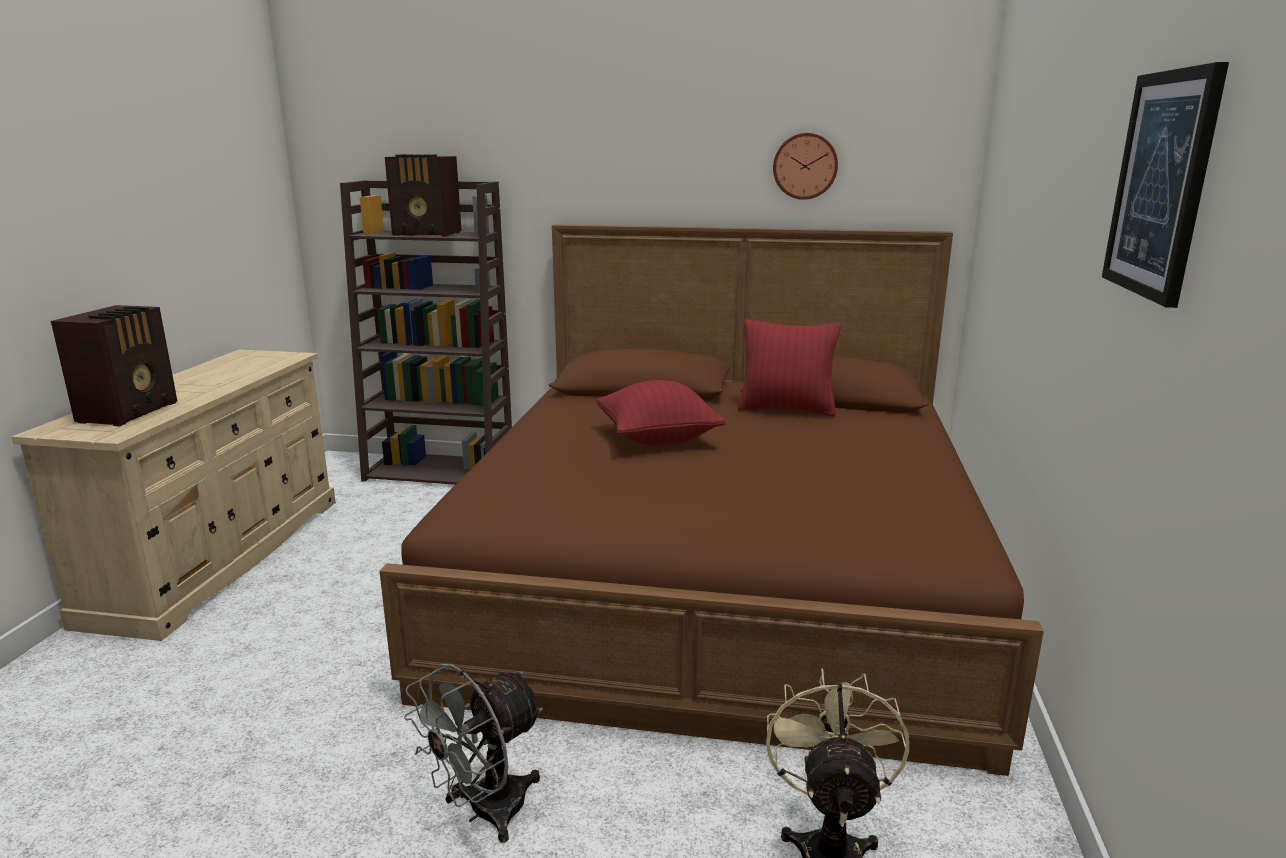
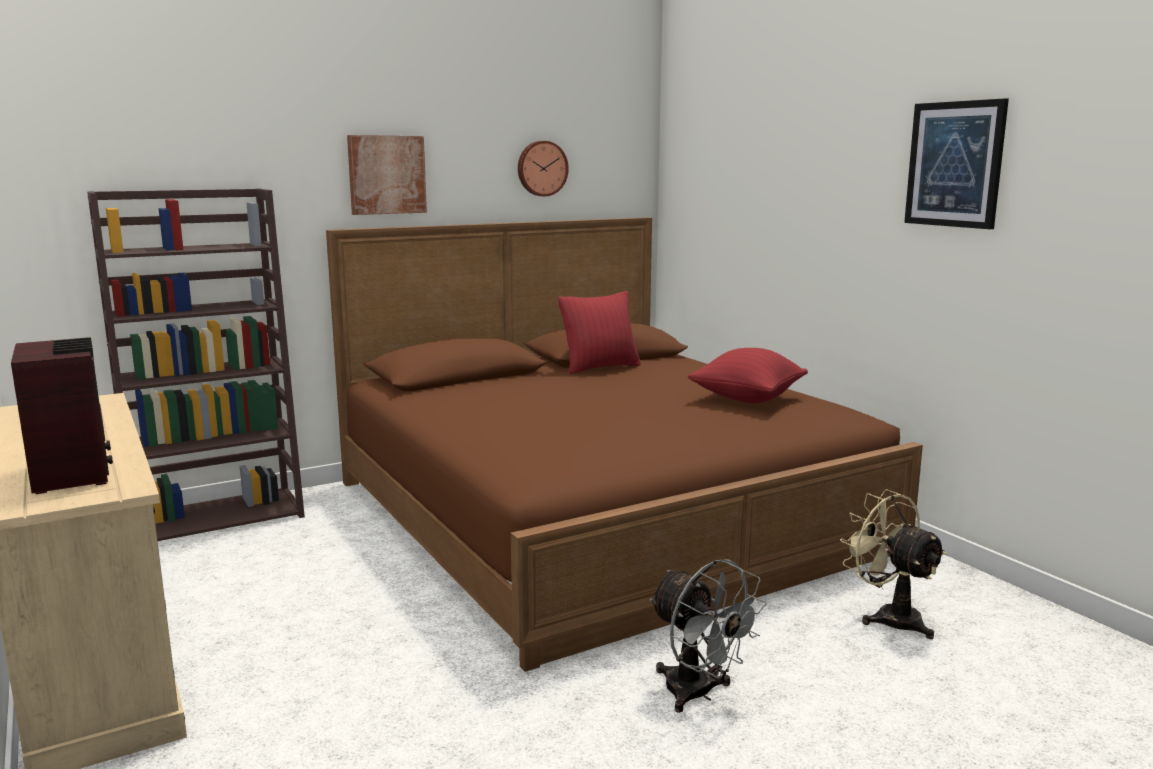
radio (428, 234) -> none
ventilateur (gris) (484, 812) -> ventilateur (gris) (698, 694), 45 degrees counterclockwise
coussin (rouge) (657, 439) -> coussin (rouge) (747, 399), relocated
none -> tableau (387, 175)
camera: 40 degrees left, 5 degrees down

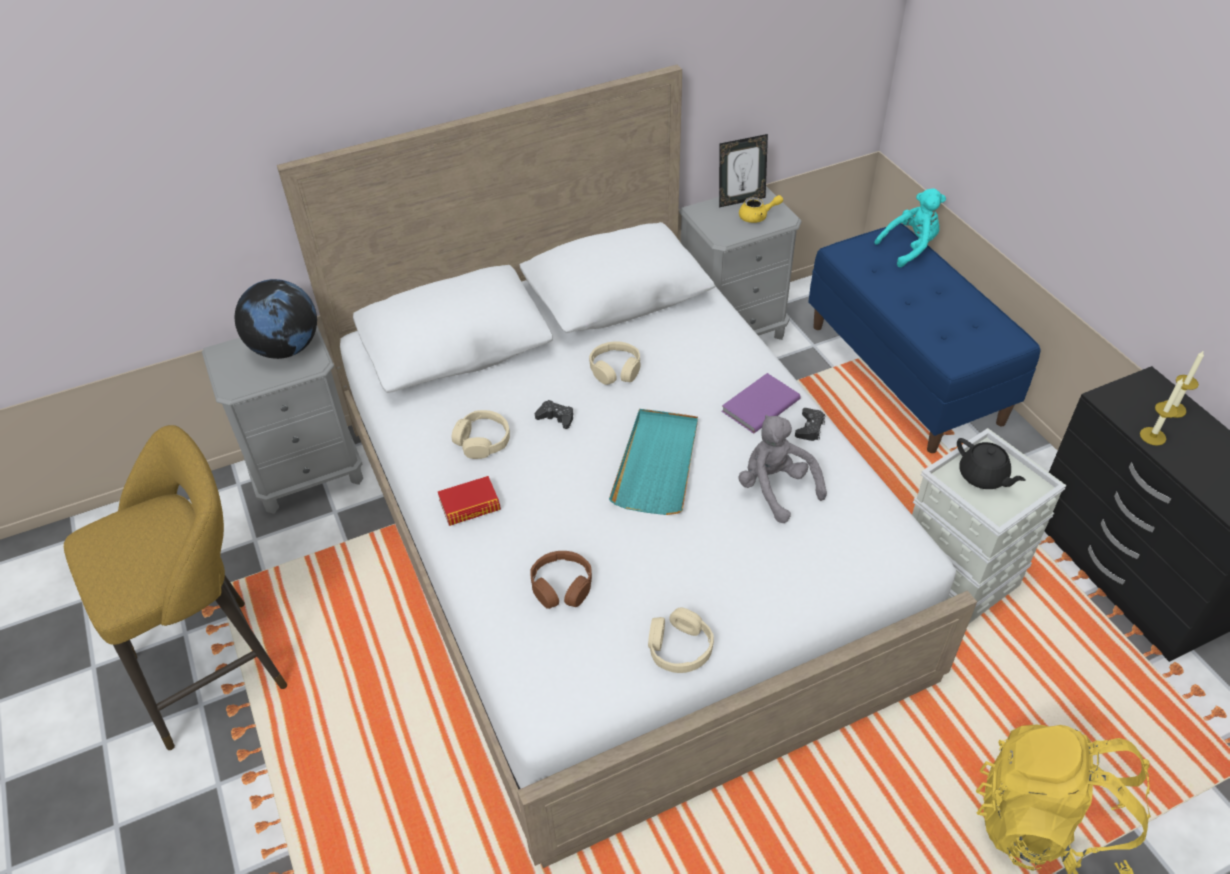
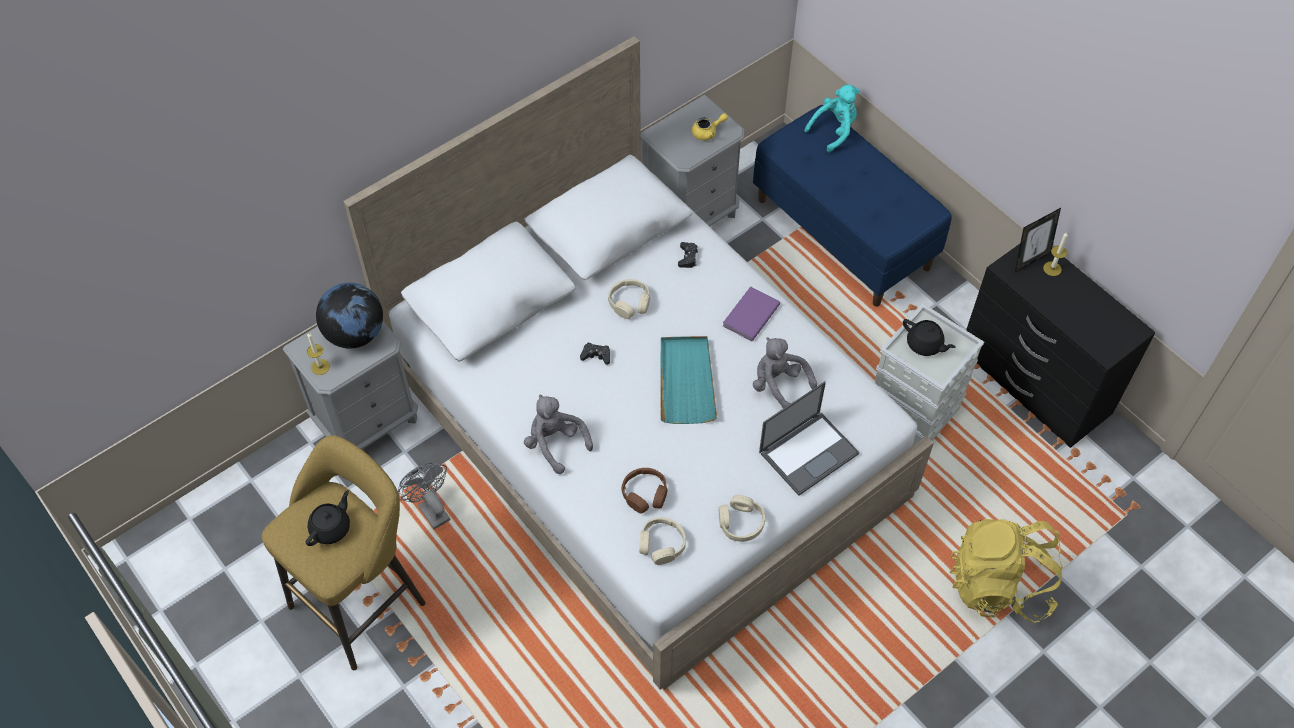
livre (470, 506) -> peluche (gris) (555, 444)
casque audio (beige) (482, 441) -> casque audio (beige) (661, 544), relocated
cadre photo (740, 200) -> cadre photo (1030, 260), relocated
manette (noir) (810, 428) -> manette (noir) (688, 257), relocated
bougie (1152, 436) -> bougie (320, 367), relocated
none -> théière (noir) (331, 528)
none -> ventilateur (gris) (430, 509)
none -> ordinateur portable (809, 452)
camera: 15 degrees left, 10 degrees up

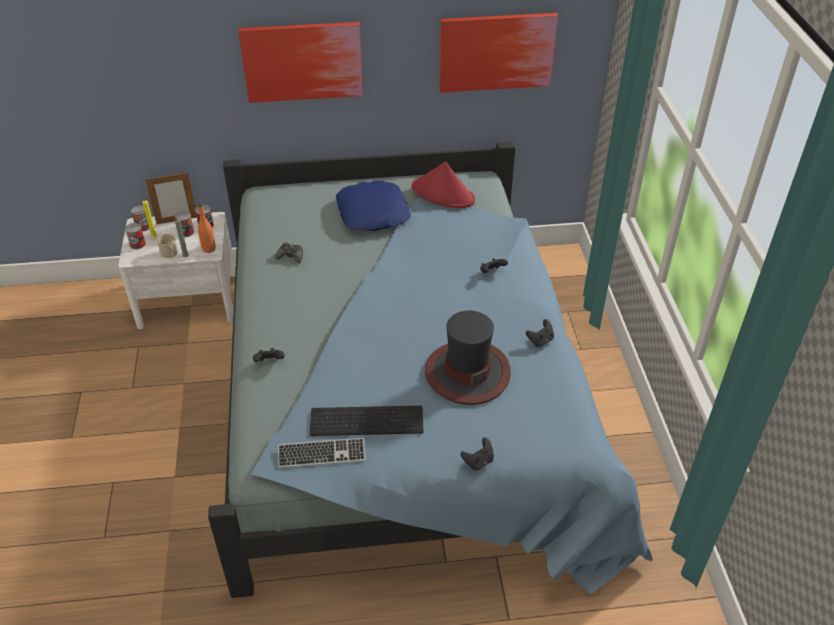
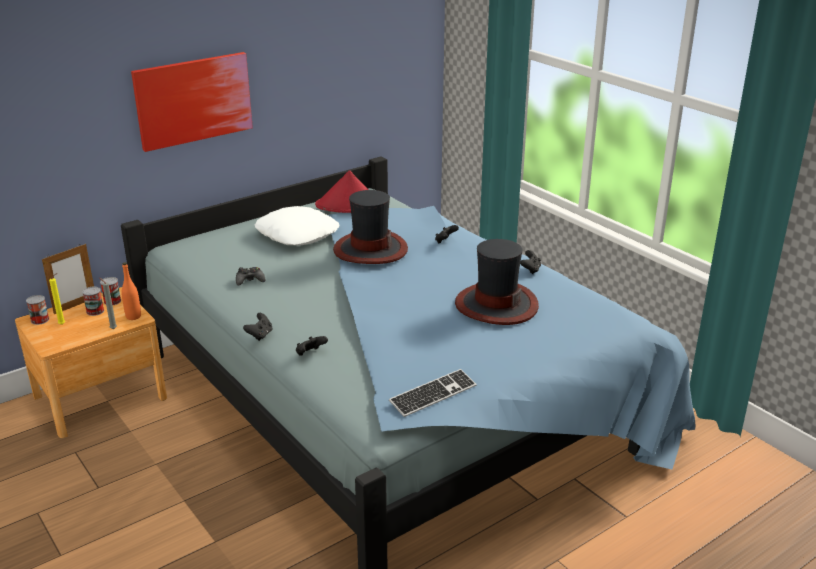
table de chevet (blanc) (188, 300) -> table de chevet (marron) (100, 397)
boîte métallique (137, 244) -> none
mug (beige) (170, 254) -> none
clavier (368, 419) -> none
coussin (bleu) (373, 213) -> coussin (blanc) (298, 234)
tableau (496, 52) -> none
manette (noir) (478, 461) -> manette (noir) (260, 335), relocated
none -> chapeau (370, 249)
camera: 30 degrees left, 15 degrees down

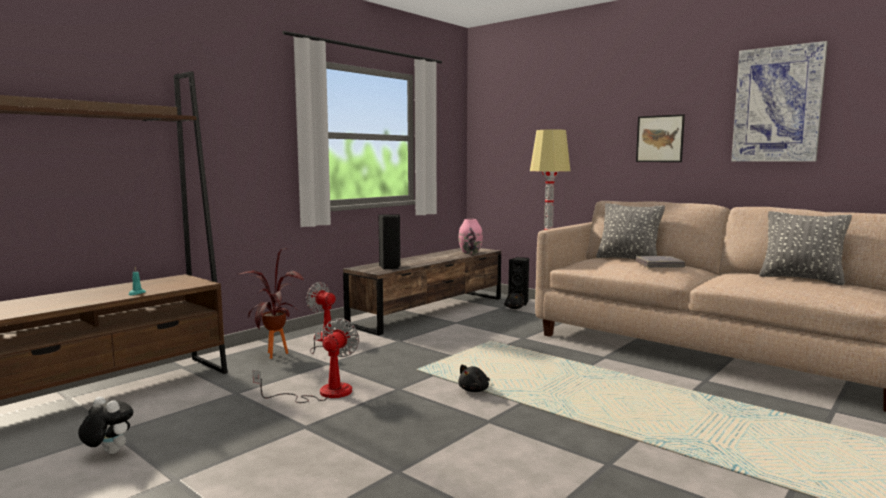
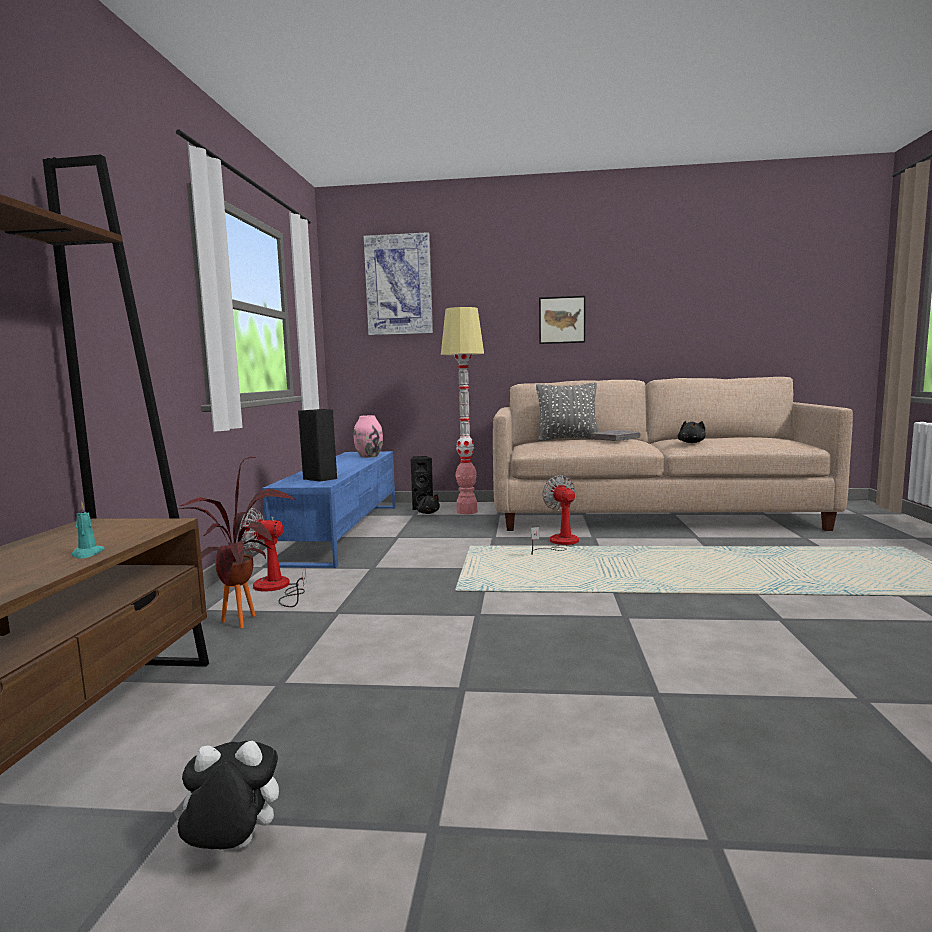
ventilateur (323, 393) -> ventilateur (559, 543), relocated
meuble télé (marron) (430, 311) -> meuble télé (bleu) (344, 531)
peluche (noir) (475, 390) -> peluche (noir) (691, 442), relocated
tableau (777, 104) -> tableau (399, 285), relocated
coussin (gris) (801, 279) -> none
camera: 35 degrees left, 0 degrees up

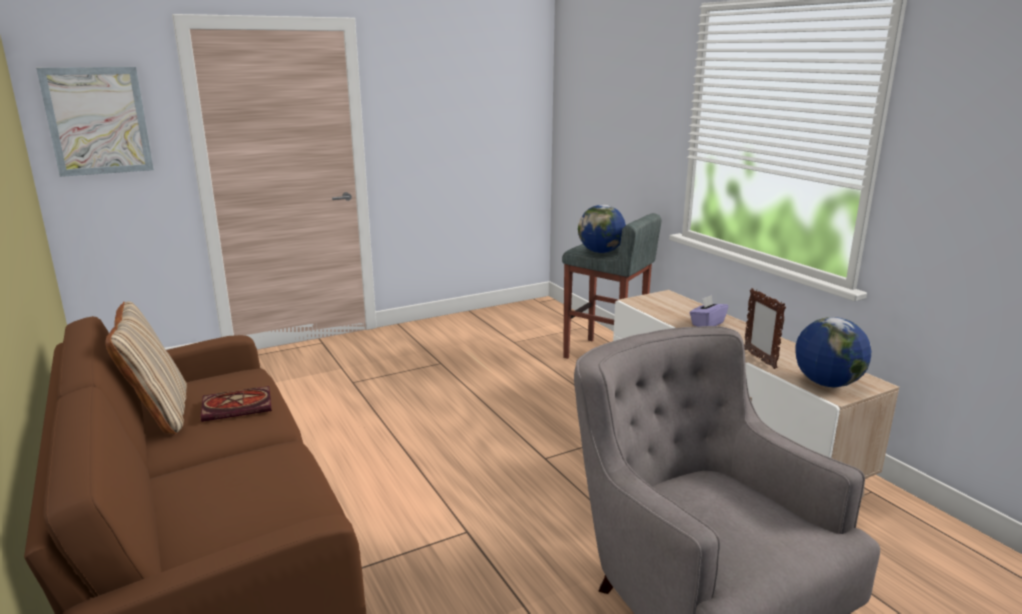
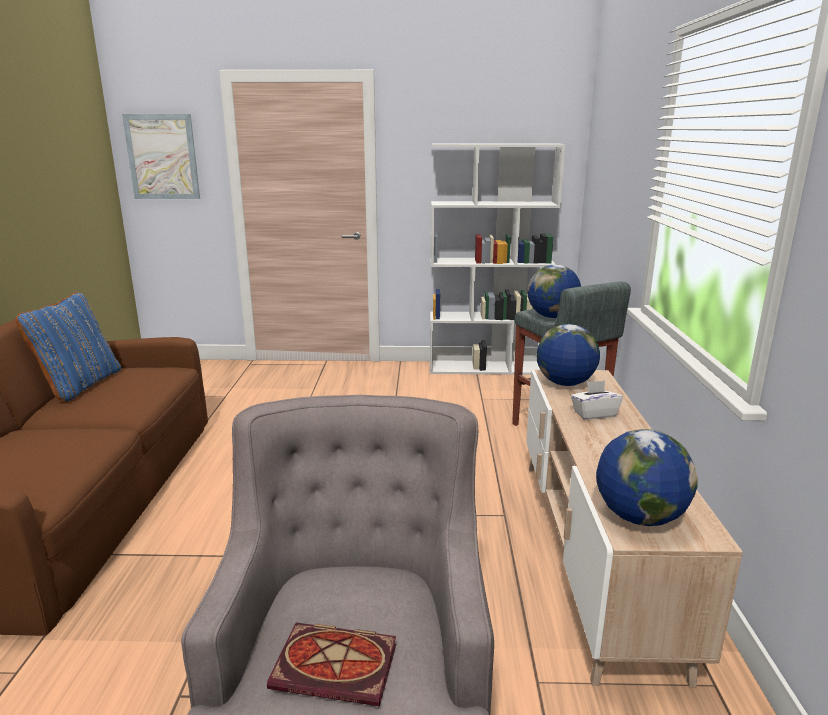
coussin (beige) (158, 414) -> coussin (bleu) (79, 385)
livre (239, 406) -> livre (338, 666), relocated
boîte à mouchoirs (violet) (707, 324) -> boîte à mouchoirs (blanc) (594, 414)
cadre photo (759, 359) -> none
none -> bibliothèque (blanc) (487, 368)
none -> globe (565, 383)
camera: 30 degrees right, 0 degrees up

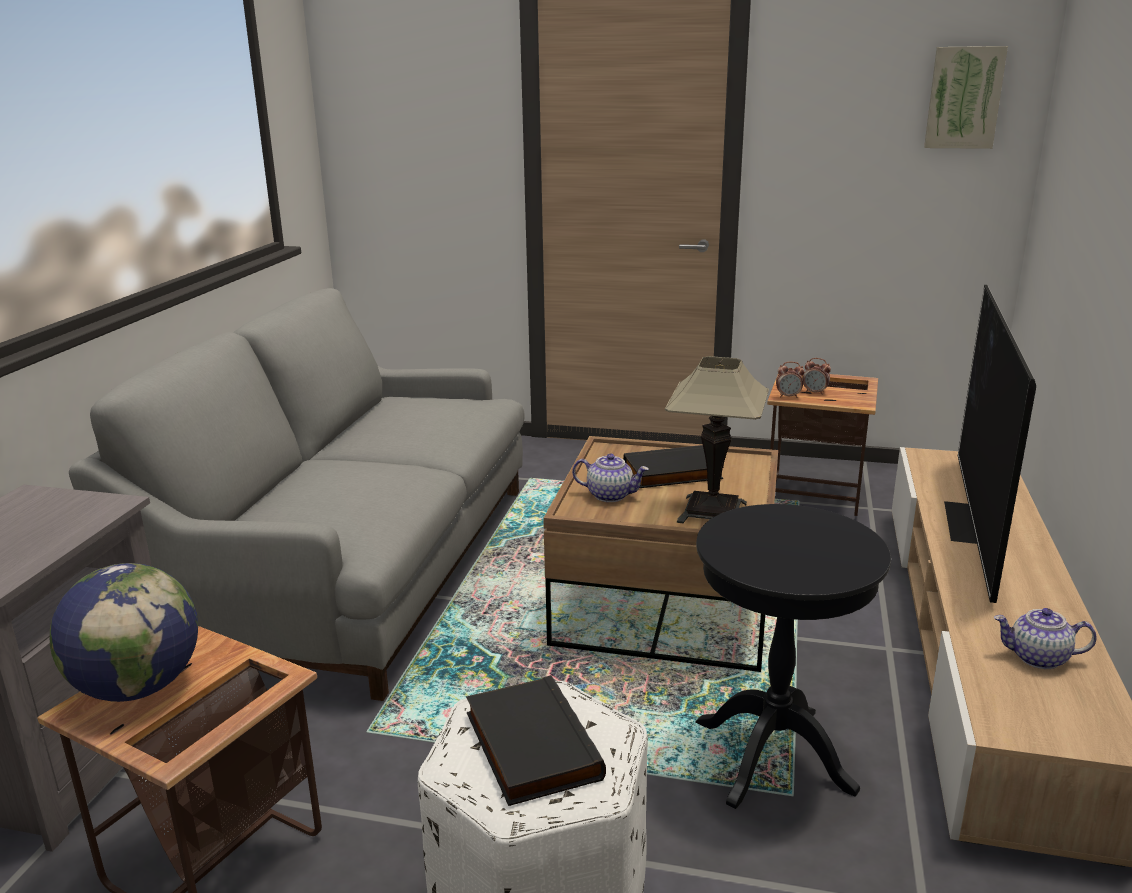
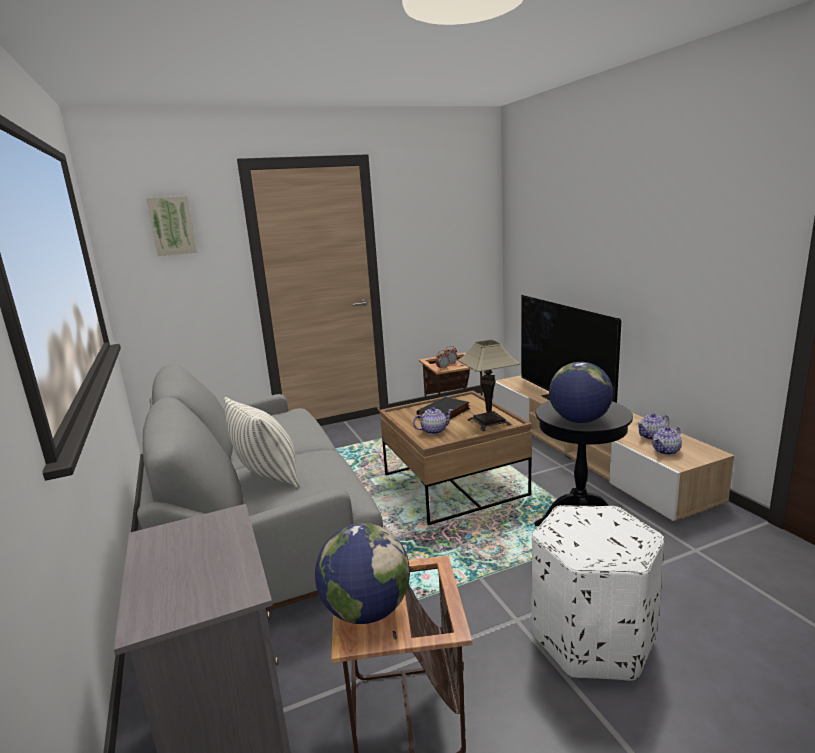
livre (noir) (528, 746) -> none
tableau (964, 97) -> tableau (172, 226), relocated
none -> coussin (267, 477)
none -> globe (579, 420)
none -> théière (666, 451)
camera: 35 degrees left, 5 degrees down

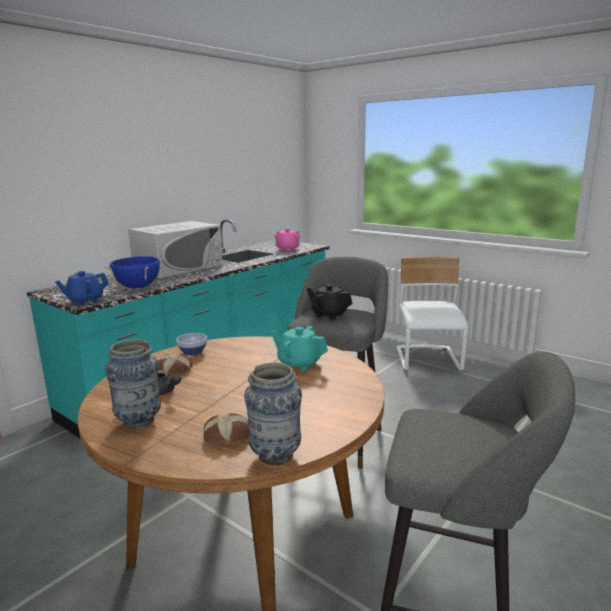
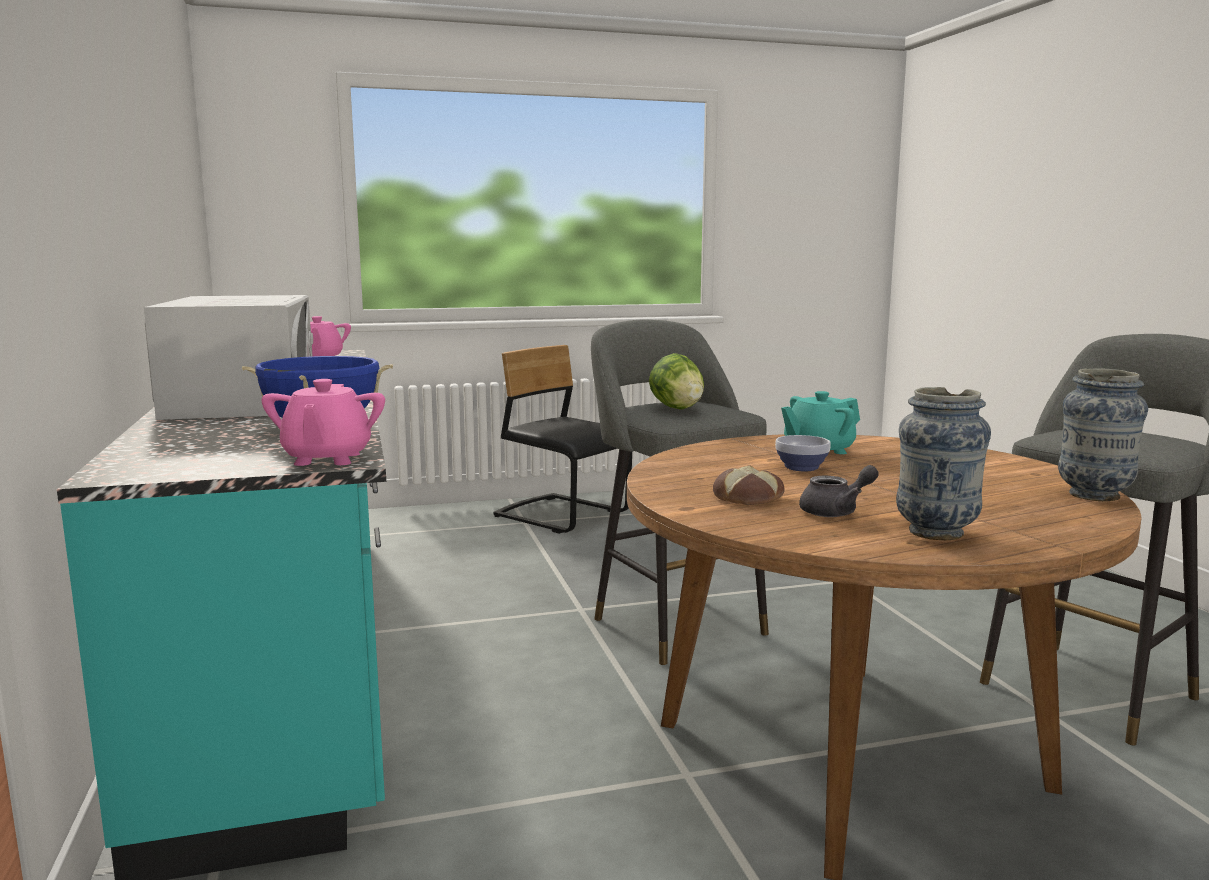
théière (bleu) (85, 301) -> théière (rose) (327, 459)
bol (193, 352) -> bol (802, 467), relocated
pain (227, 435) -> none
théière (noir) (329, 315) -> laitue (677, 408)
chaise (blanc) (428, 360) -> chaise (noir) (562, 515)
camera: 55 degrees left, 5 degrees down

